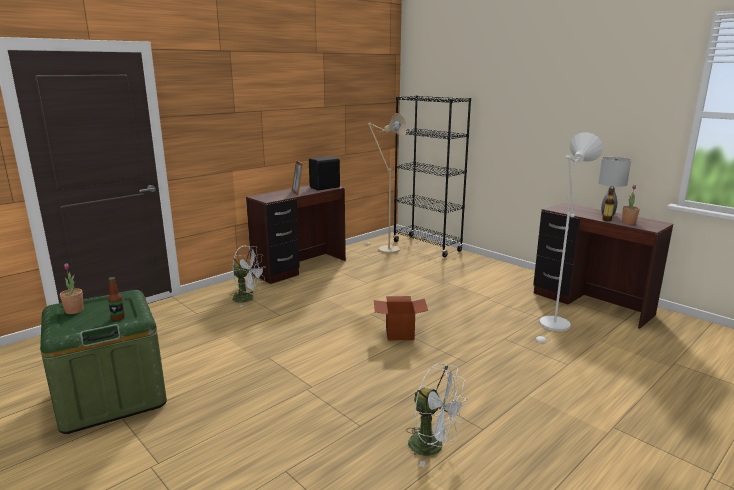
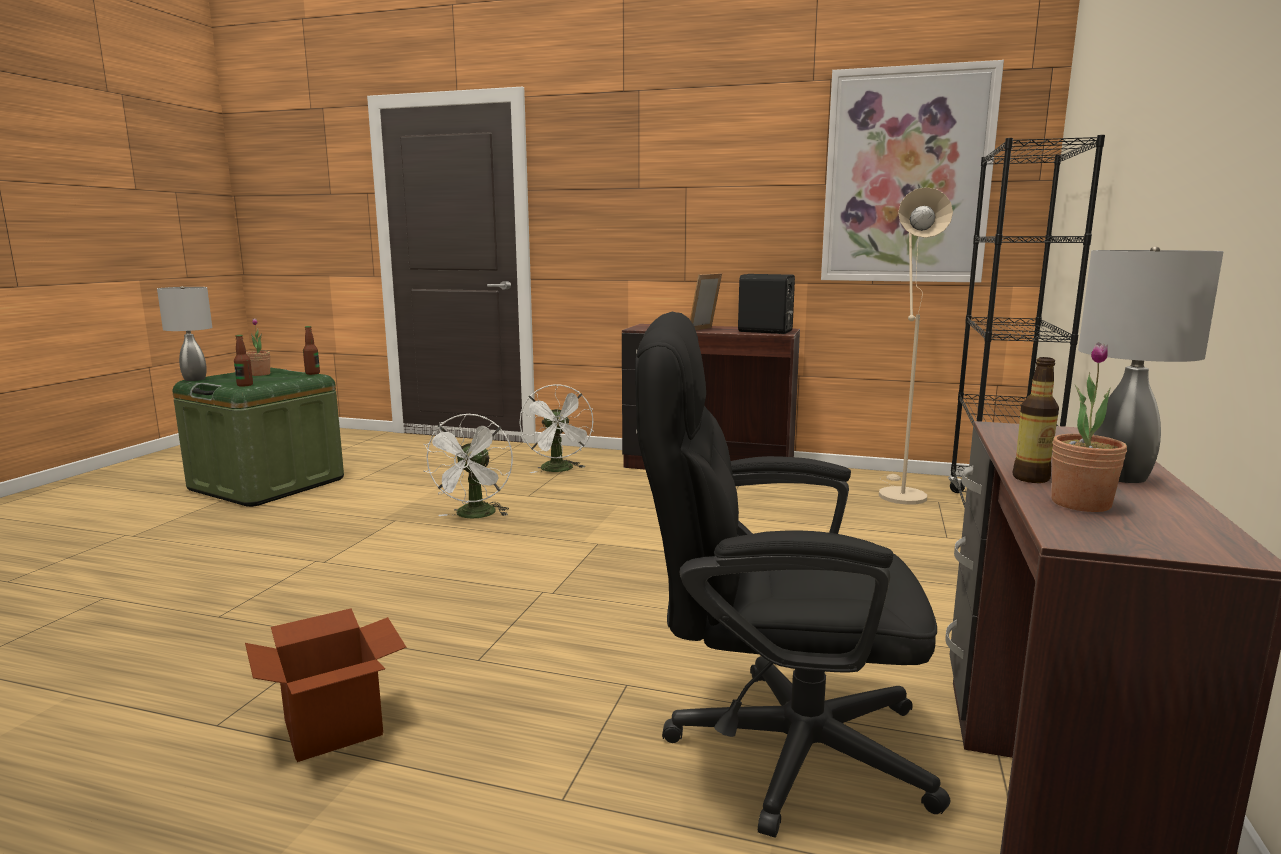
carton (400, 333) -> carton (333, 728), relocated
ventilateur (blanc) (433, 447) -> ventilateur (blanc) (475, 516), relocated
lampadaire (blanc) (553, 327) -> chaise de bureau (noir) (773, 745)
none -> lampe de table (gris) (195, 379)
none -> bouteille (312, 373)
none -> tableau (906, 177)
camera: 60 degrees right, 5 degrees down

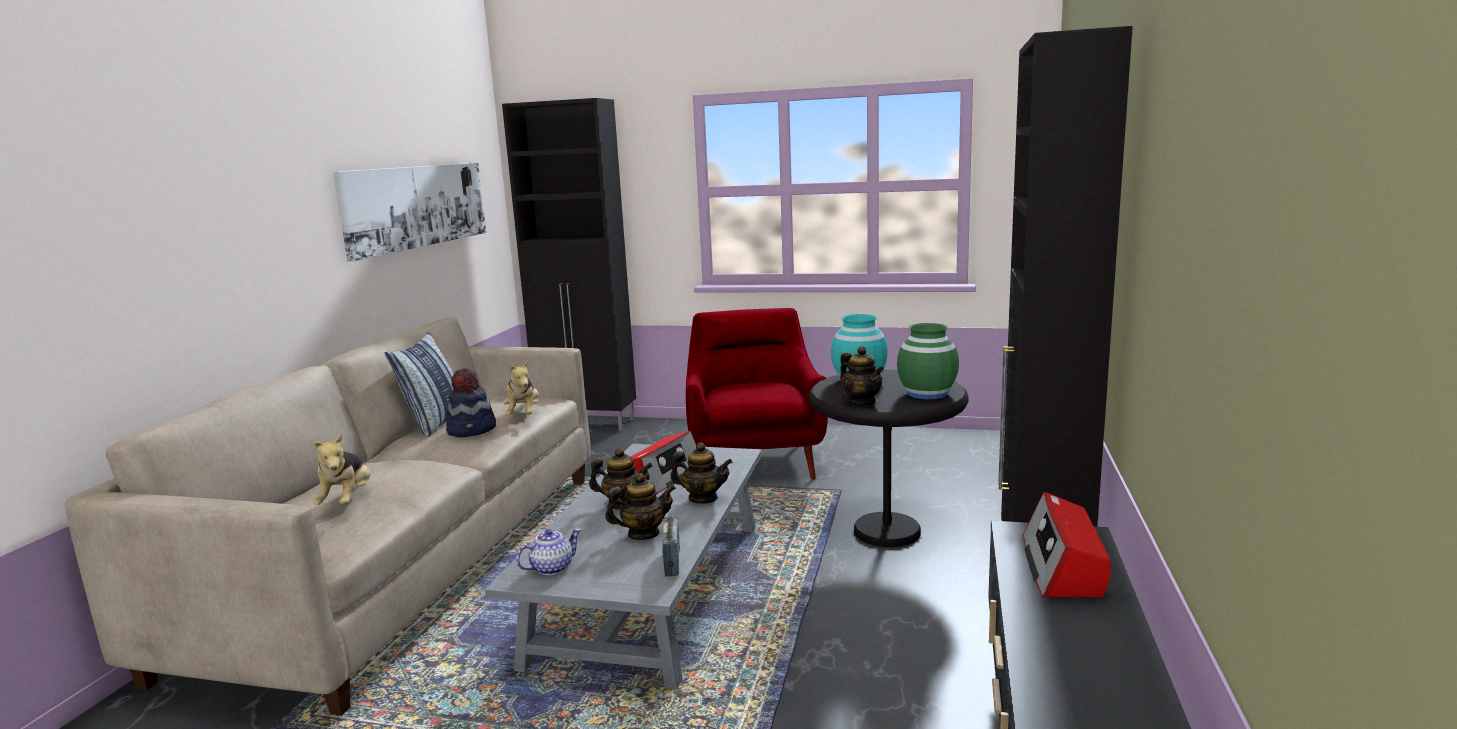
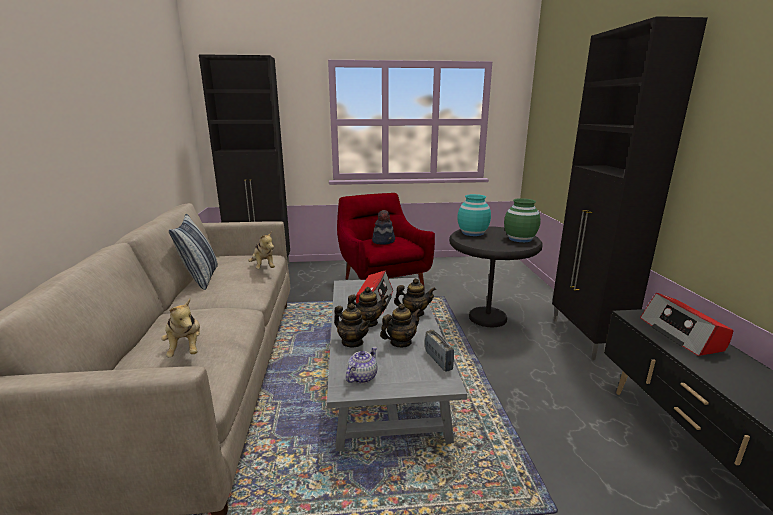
tableau (417, 206) -> none
chapeau (472, 430) -> chapeau (383, 241), relocated
théière (862, 402) -> théière (352, 342), relocated
camera: 20 degrees left, 5 degrees up

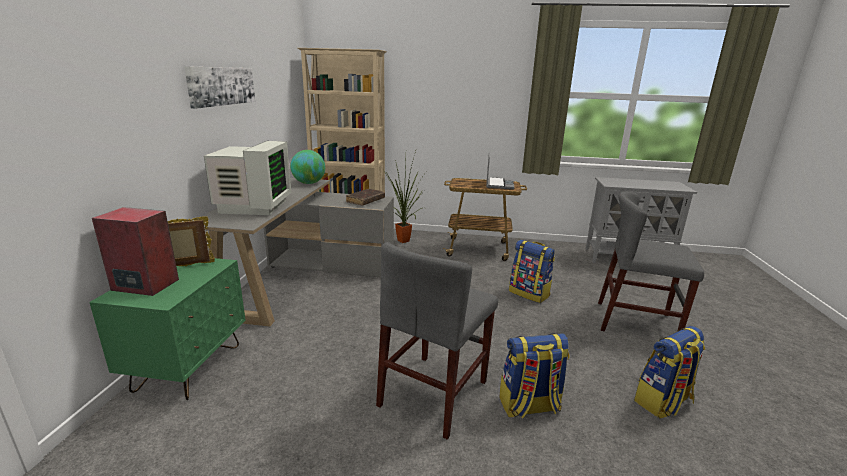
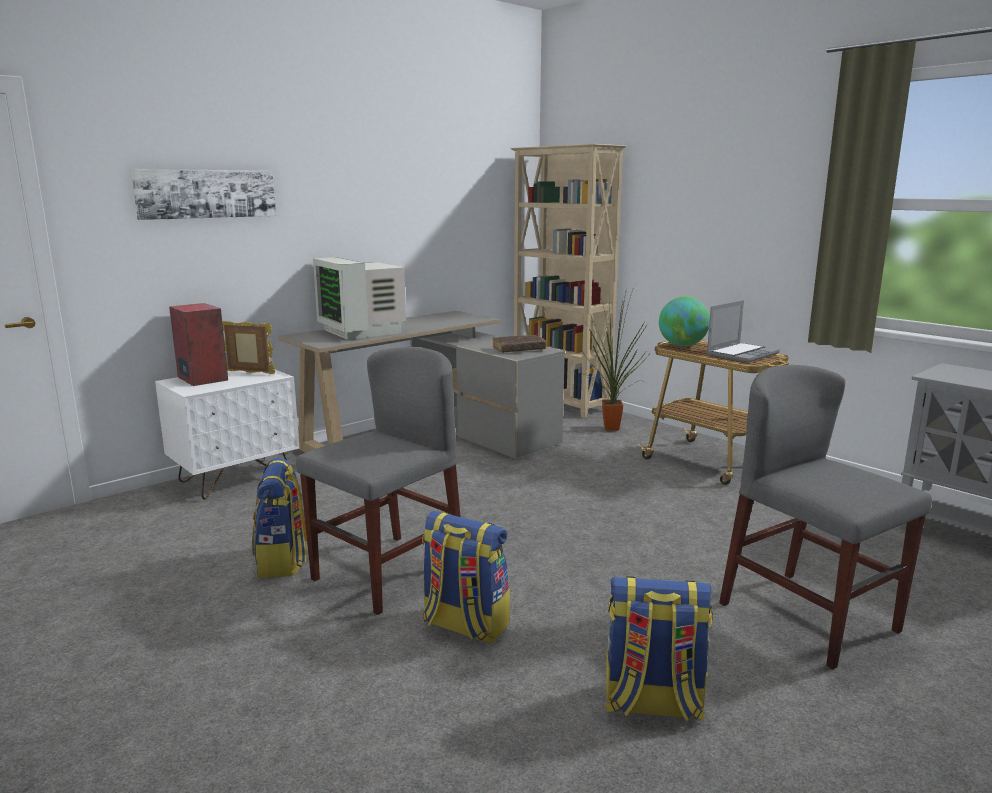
table de chevet (vert) (189, 367) -> table de chevet (blanc) (236, 479)
tableau (221, 86) -> tableau (206, 194), relocated
écran d'ordinateur (253, 206) -> écran d'ordinateur (363, 331), 105 degrees clockwise
globe (309, 183) -> globe (682, 345), relocated
chaise (gris) (434, 393) -> chaise (gris) (388, 573), 150 degrees clockwise
sac à dos (529, 293) -> sac à dos (283, 561), relocated
camera: 40 degrees right, 5 degrees down

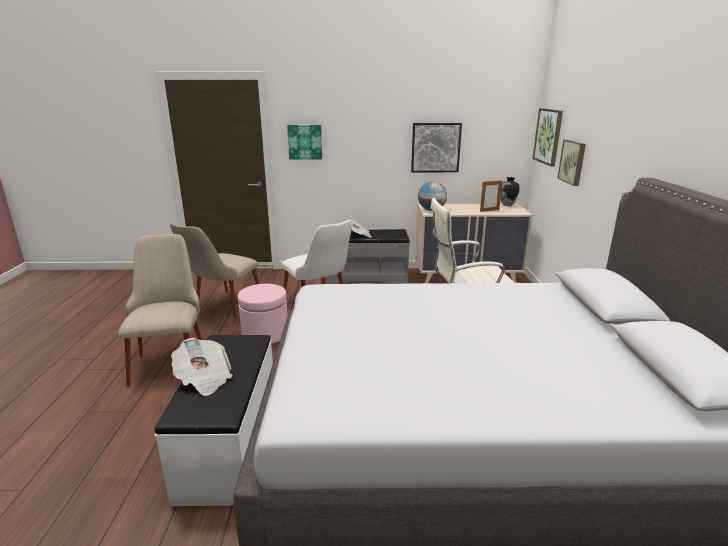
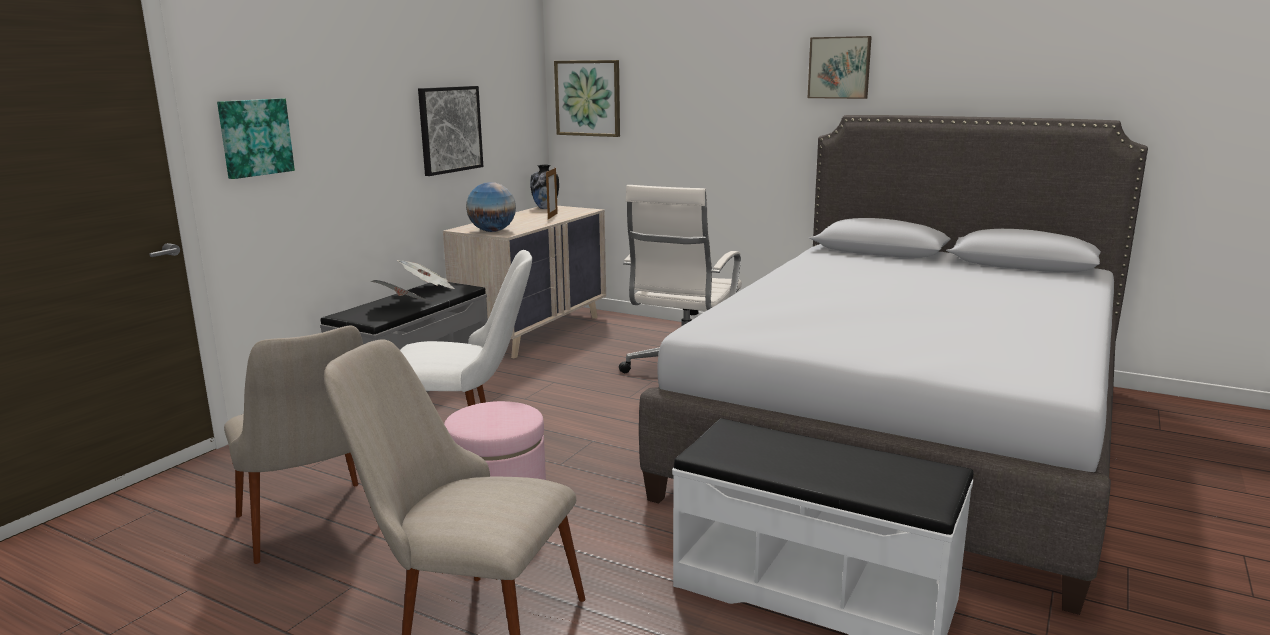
journal (204, 379) -> journal (428, 288), relocated
tableau (573, 162) -> tableau (839, 67), relocated
camera: 60 degrees left, 5 degrees down

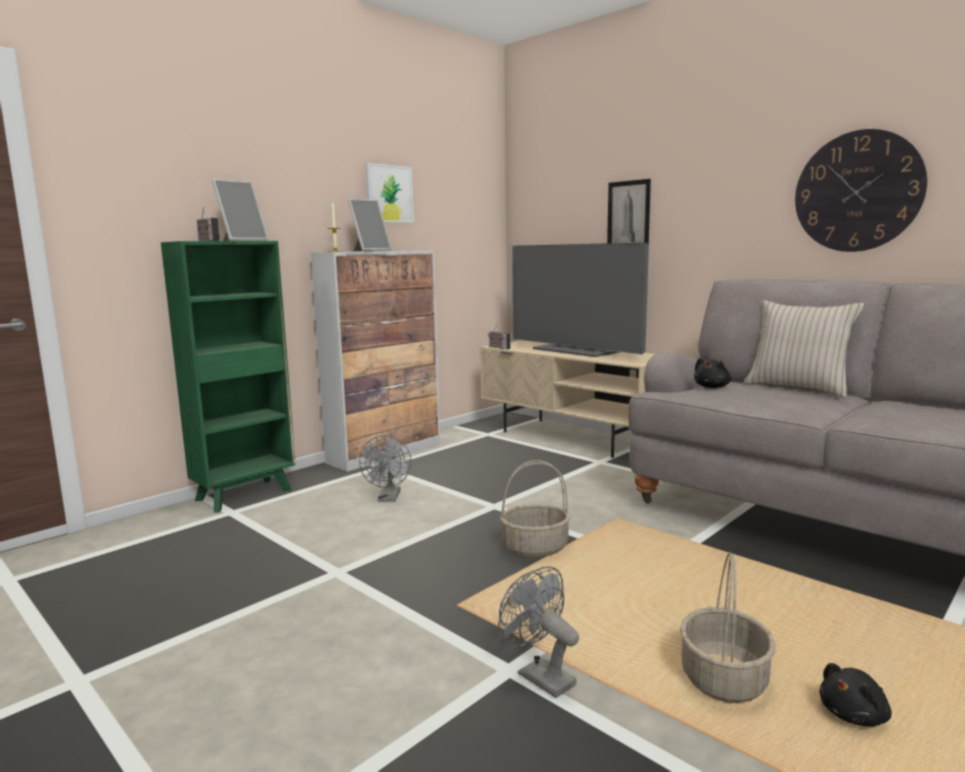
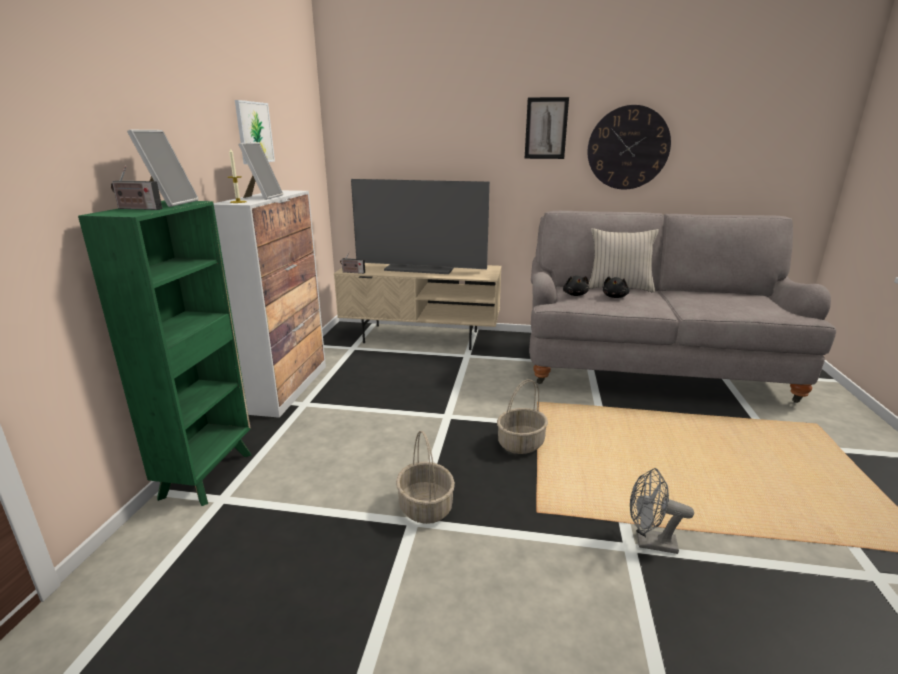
ventilateur (gris) (389, 498) -> none
tableau (628, 215) -> tableau (546, 128), relocated
panier (723, 678) -> panier (425, 507), relocated
peluche (noir) (855, 715) -> peluche (noir) (615, 297), relocated
camera: 35 degrees left, 10 degrees up

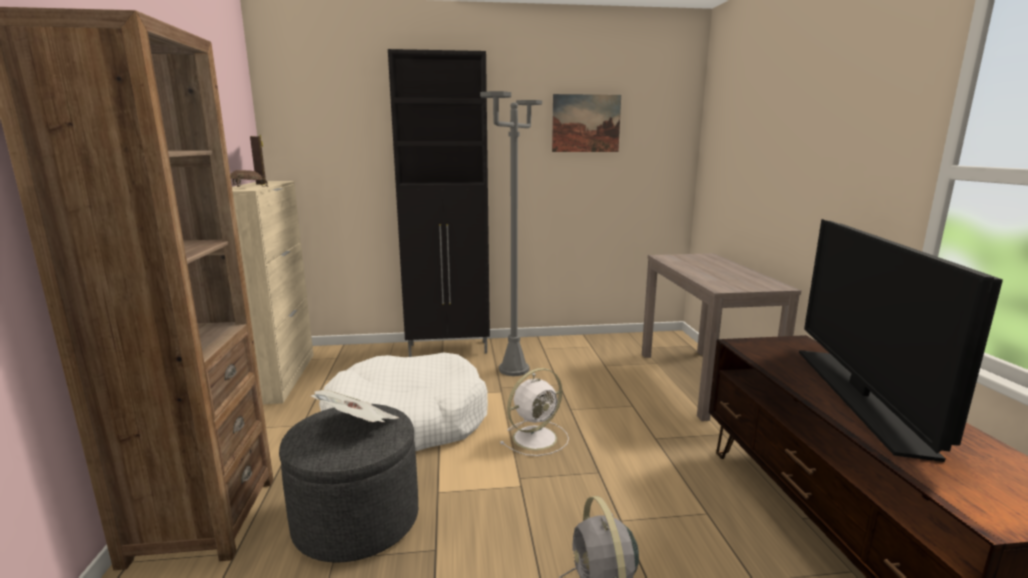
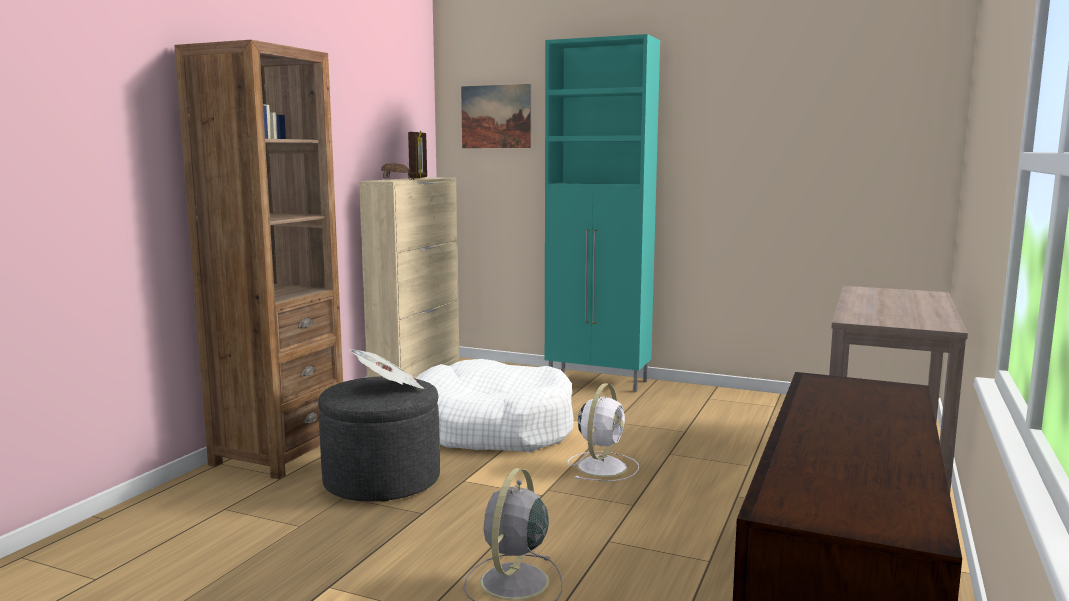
meuble de rangement (noir) (449, 349) -> meuble de rangement (turquoise) (599, 381)
lampadaire (gris) (513, 369) -> none
ventilateur (blanc) (536, 437) -> ventilateur (blanc) (602, 466), 60 degrees counterclockwise
tableau (586, 123) -> tableau (496, 116), relocated
téléviseur (859, 397) -> none
camera: 30 degrees right, 5 degrees down

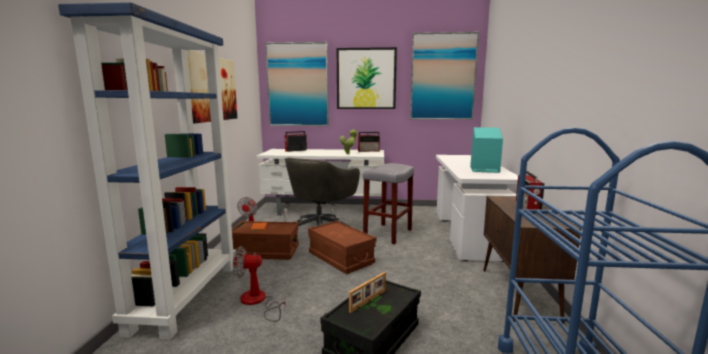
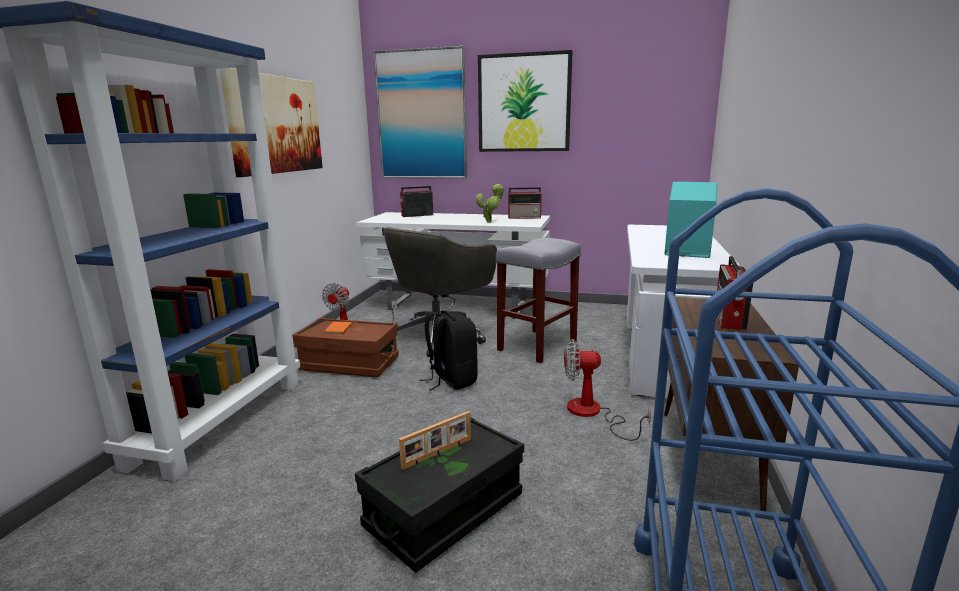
ventilateur (257, 302) -> ventilateur (592, 414), relocated
boîte de rangement (marron) (341, 258) -> sac à dos (noir) (451, 380)
tableau (443, 77) -> none
camera: 10 degrees right, 5 degrees up

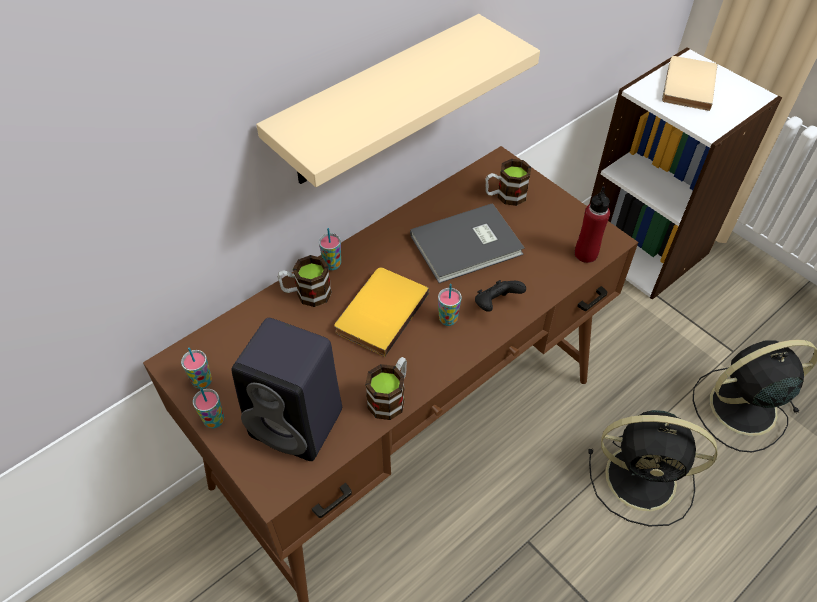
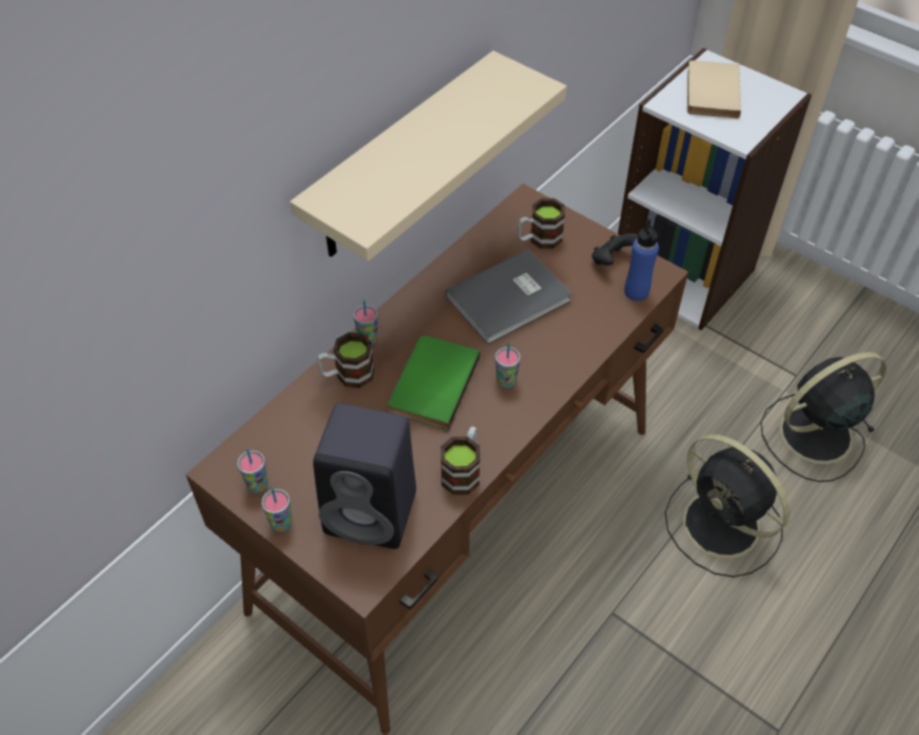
livre (jaune) (379, 312) -> livre (vert) (431, 383)
manette (noir) (496, 304) -> manette (noir) (611, 260), relocated
bouteille (rouge) (585, 254) -> bouteille (bleu) (636, 292)
ventilateur (noir) (644, 478) -> ventilateur (noir) (724, 526), 45 degrees clockwise
camera: 10 degrees left, 0 degrees up

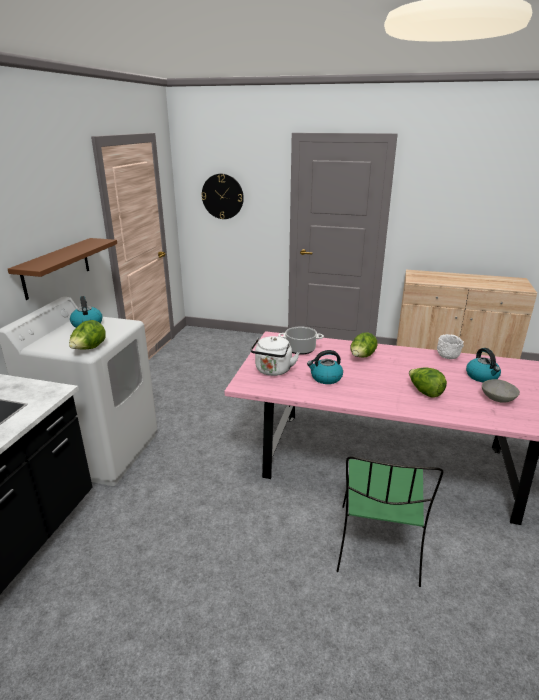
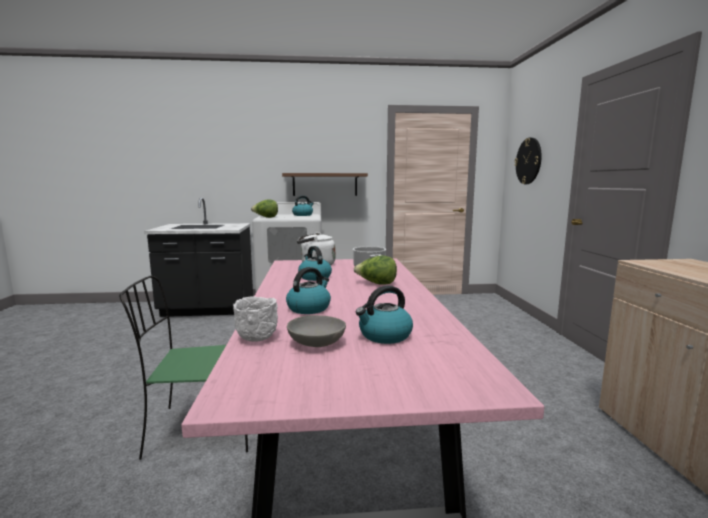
laitue (424, 392) -> bouilloire (309, 308)
bol (blanc) (447, 357) -> bol (blanc) (257, 338), relocated
camera: 70 degrees right, 15 degrees down

